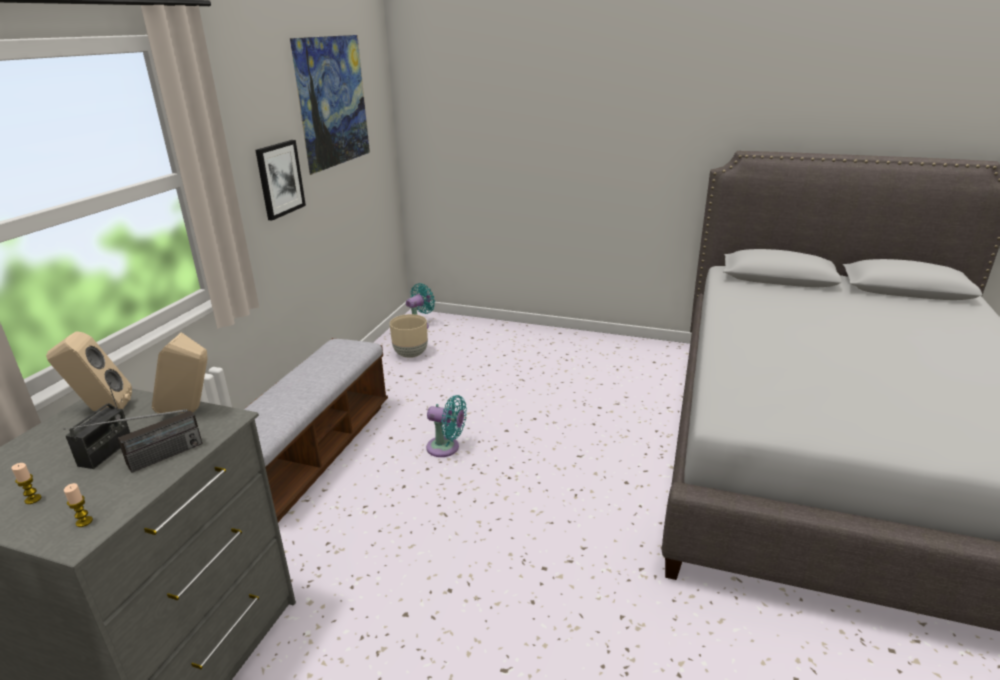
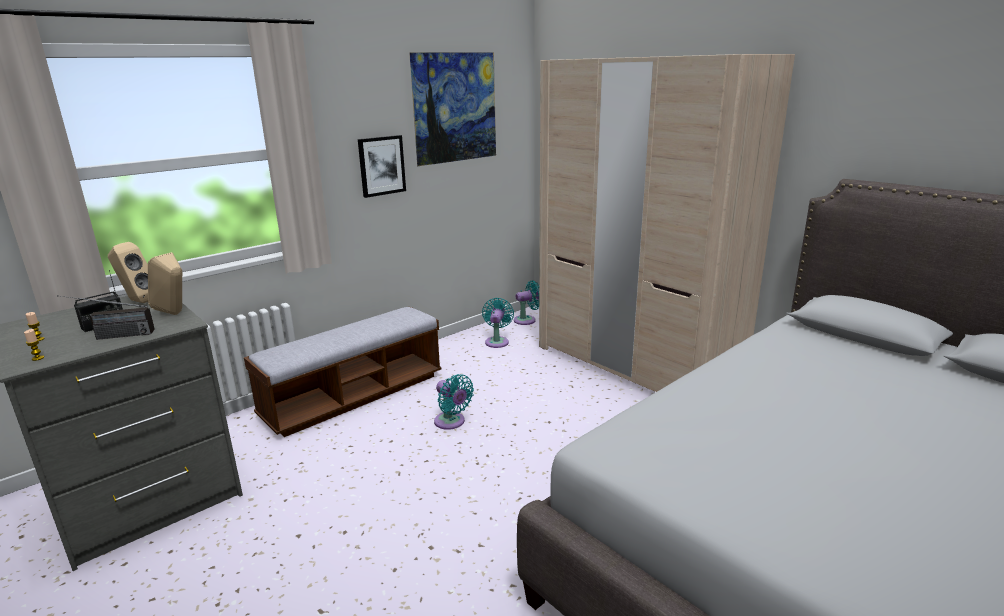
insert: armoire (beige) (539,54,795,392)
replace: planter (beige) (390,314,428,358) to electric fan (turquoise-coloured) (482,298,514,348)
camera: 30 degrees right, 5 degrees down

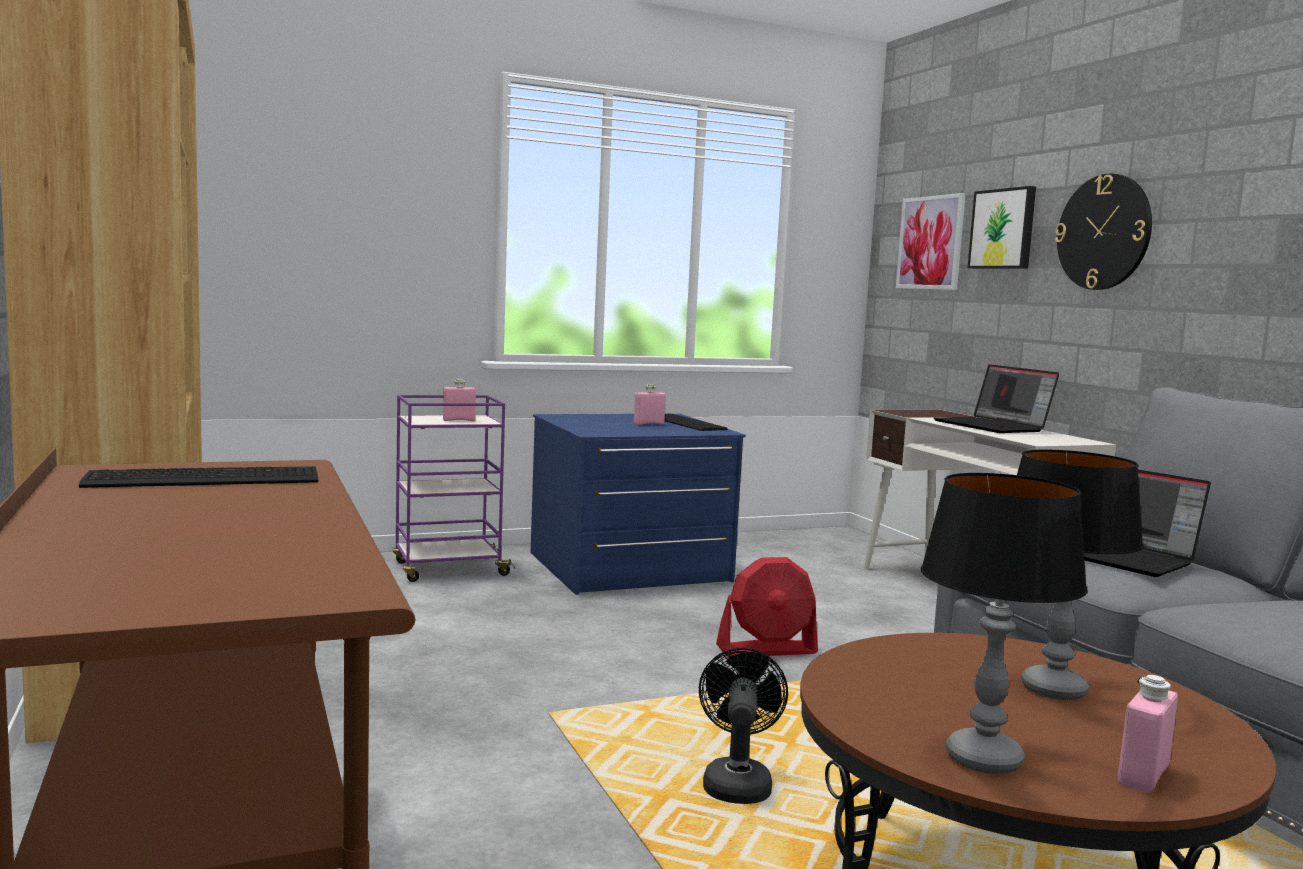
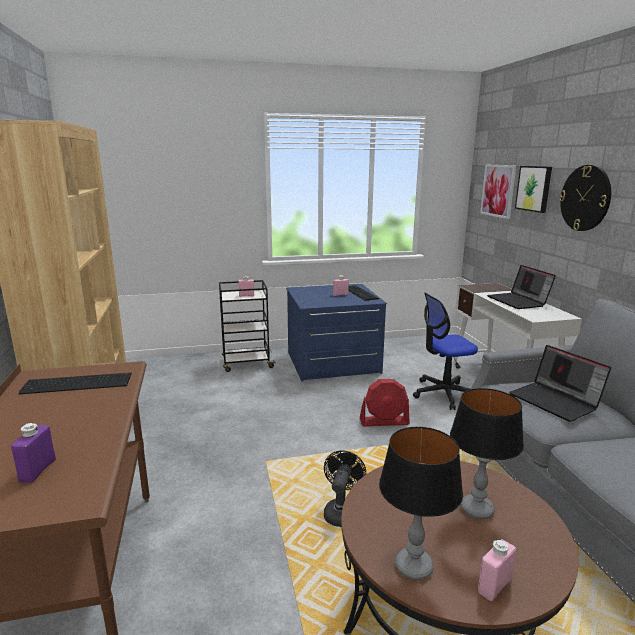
insert: bottle (purplish) (11,423,56,483); computer chair (413,293,478,410)
recolor: wheeled cart (purplish) (393,395,515,582) to wheeled cart (black) (219,280,276,372)
camera: 10 degrees right, 10 degrees up

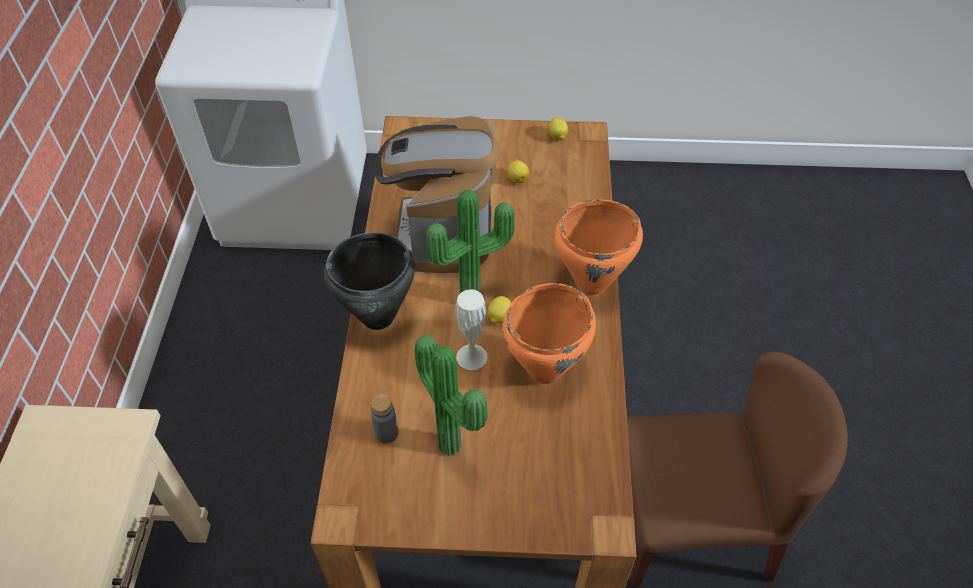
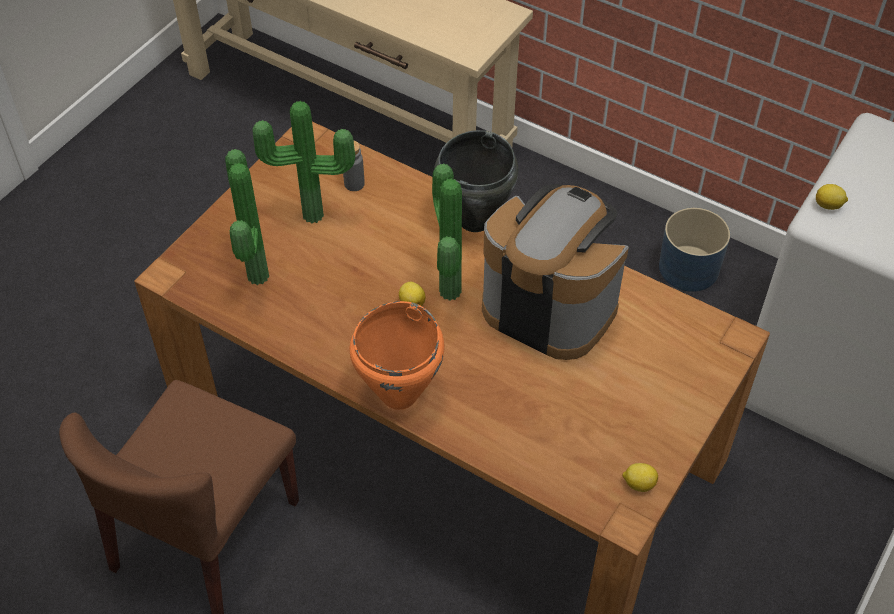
delete: decorative vase (white) (456,289,488,370); saucepot (orange-coloured) (502,283,596,384)
insert: plant in a pot (225,149,269,285); planter (blue-coloured) (659,208,730,292)
move: lemon (508,160,529,183) to (816,184,848,210)
camera: 120 degrees right, 0 degrees up

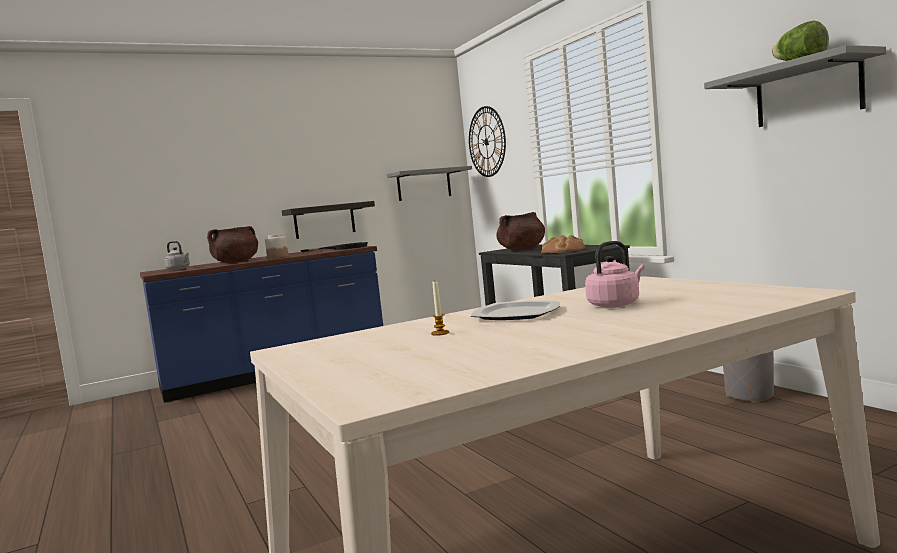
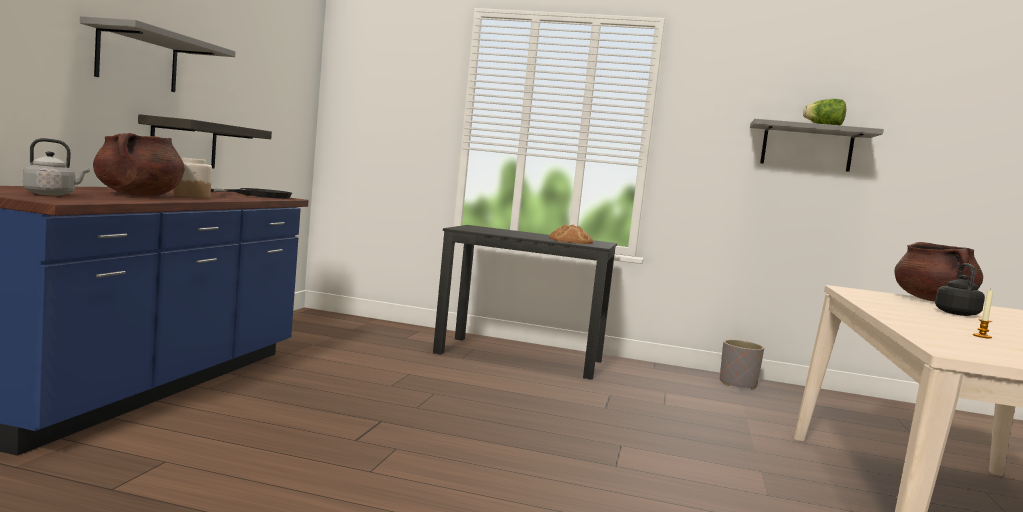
delete: wall clock (469,106,506,177); dinner plate (471,300,560,320)
move: shelf (greyish) (387,166,472,201) to (80,16,235,92); saucepot (brown) (496,212,545,250) to (894,242,983,302)
recolor: kettle (pink) (585,241,645,308) to kettle (black) (935,263,985,316)
camera: 50 degrees left, 0 degrees up

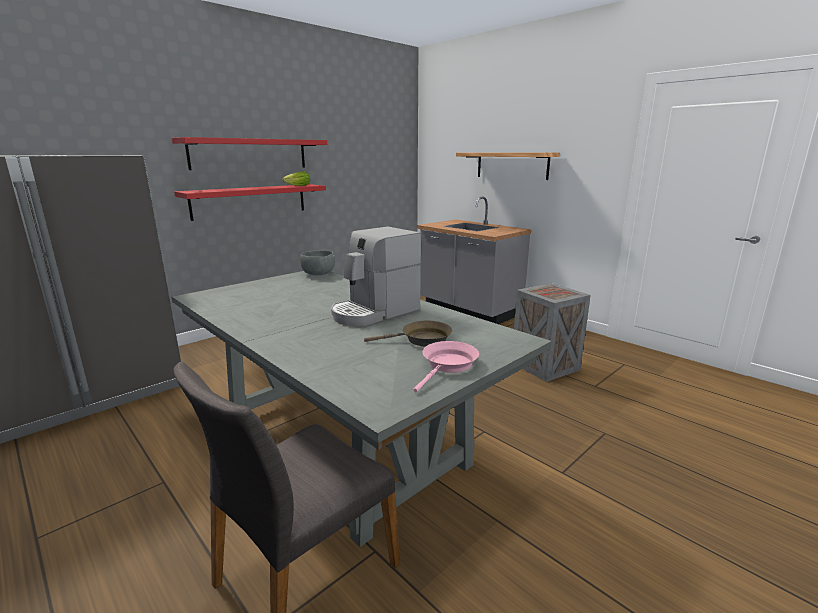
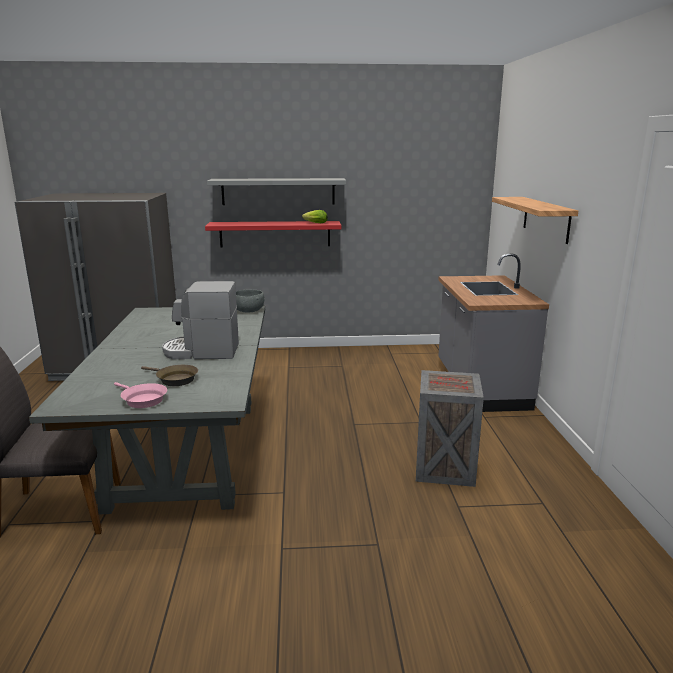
recolor: shelf (reddish) (172,137,327,170) to shelf (greyish) (207,178,346,205)
rotate: pan (pink) (413,341,479,393) = (114,382,167,408) 60 degrees clockwise
camera: 40 degrees right, 0 degrees up

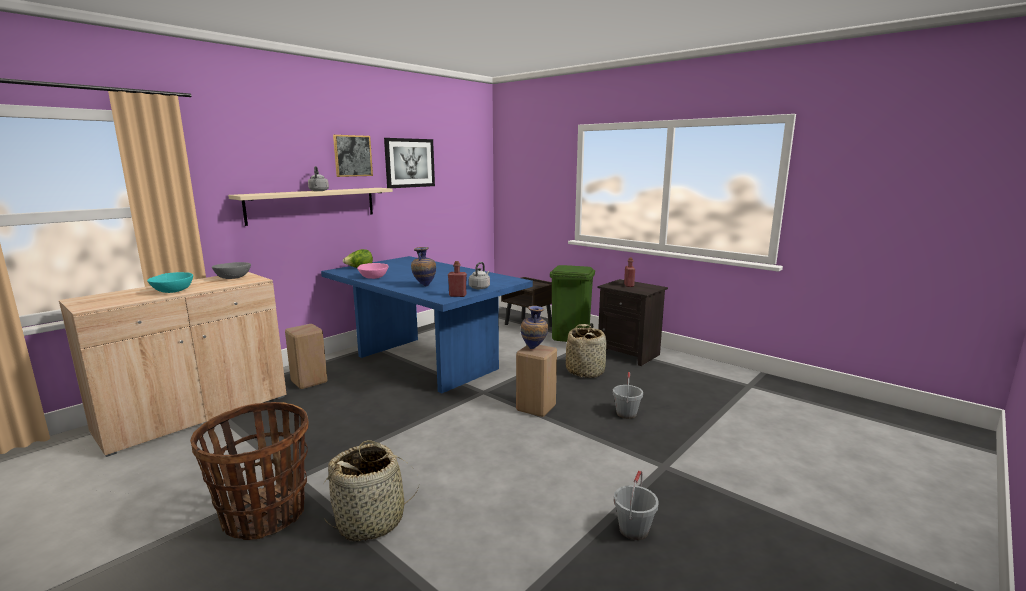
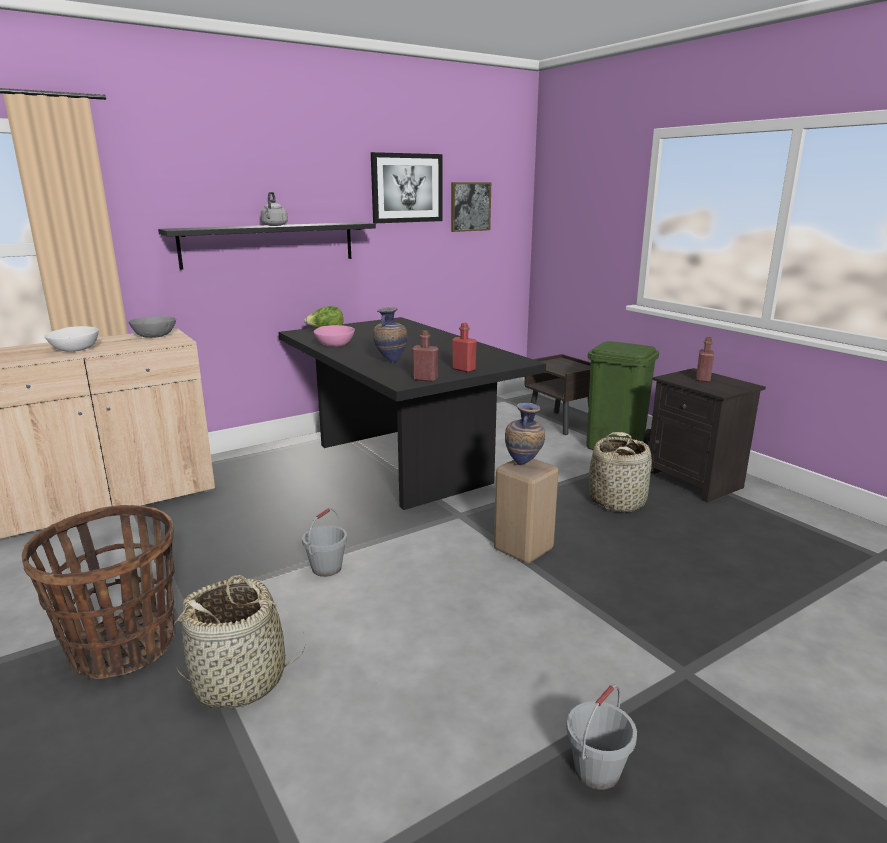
delete: stool seat (beige) (285,324,327,389)
move: wall art (333,135,373,177) to (451,182,491,232); pail (greyish) (613,372,643,419) to (302,508,347,577)
replace: kettle (greyish) (469,262,490,289) to bottle (reddish) (452,323,477,372)
recolor: bowl (turquoise-coloured) (147,272,193,293) to bowl (white) (44,326,99,352); shelf (beige) (228,188,393,226) to shelf (black) (158,222,376,270); dining table (blue-coloured) (321,256,533,393) to dining table (black) (278,317,546,510)
camera: 15 degrees right, 5 degrees up

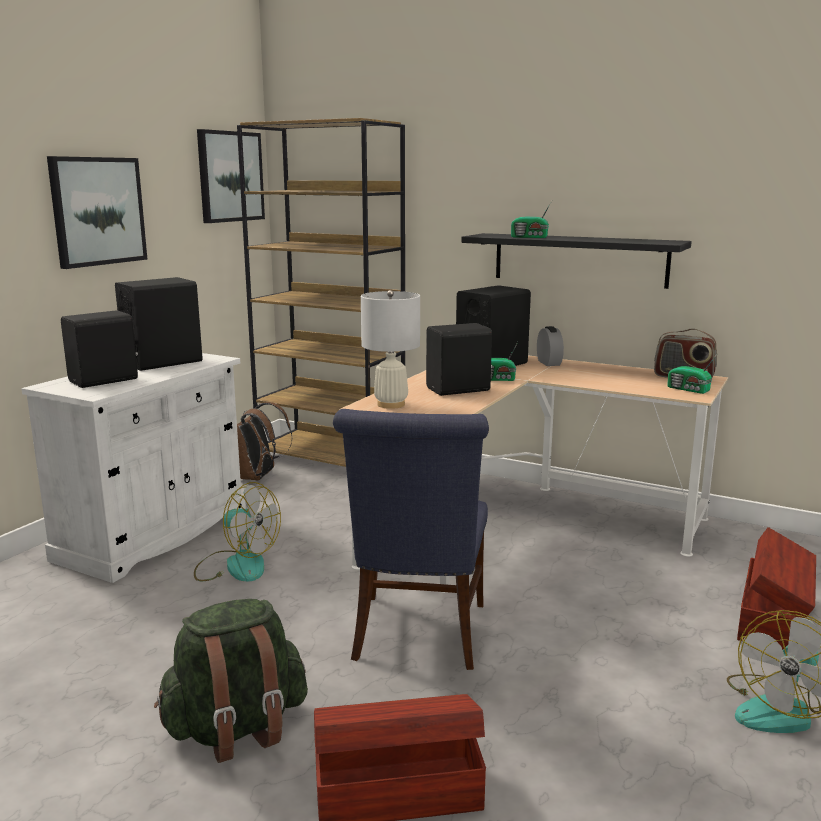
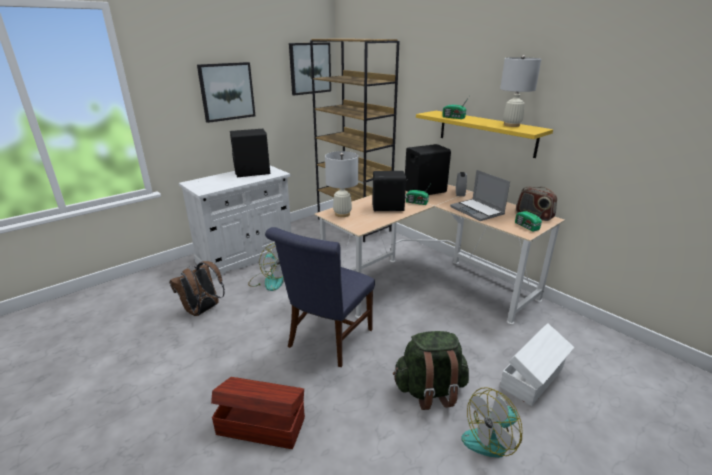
delete: audio speaker (black) (61,310,138,388)
insert: notebook computer (450,170,510,221); tabletop lamp (white) (500,55,541,127)
move: knapsack (green-coloured) (154,599,308,763) to (393,331,469,410); knapsack (brown) (237,402,293,480) to (169,261,225,316)
recolor: shelf (black) (461,233,692,289) to shelf (yellowish) (416,111,553,158); storage box (brown) (737,527,816,650) to storage box (white) (500,323,574,406)
camera: 20 degrees right, 10 degrees up

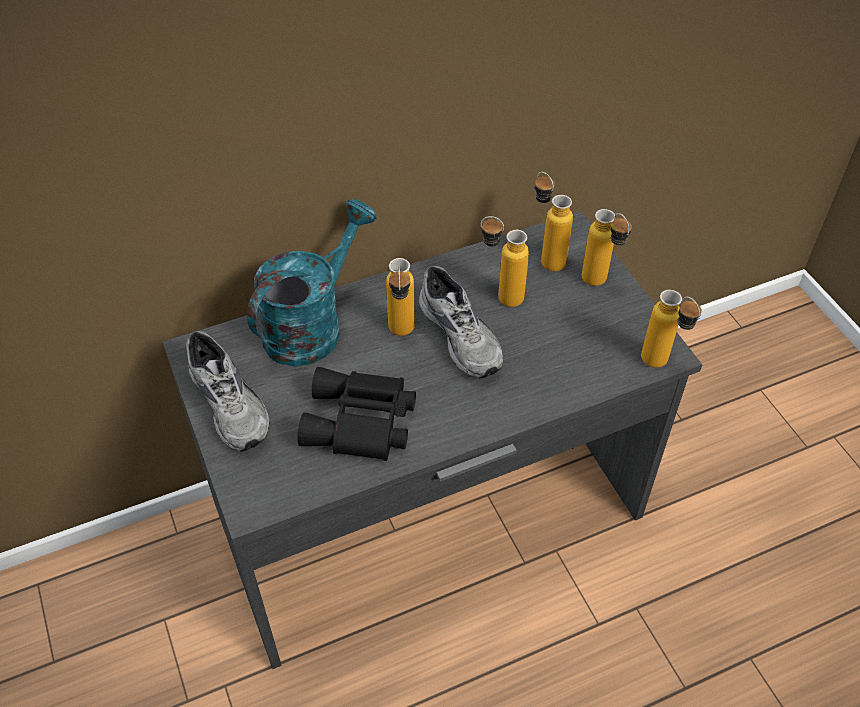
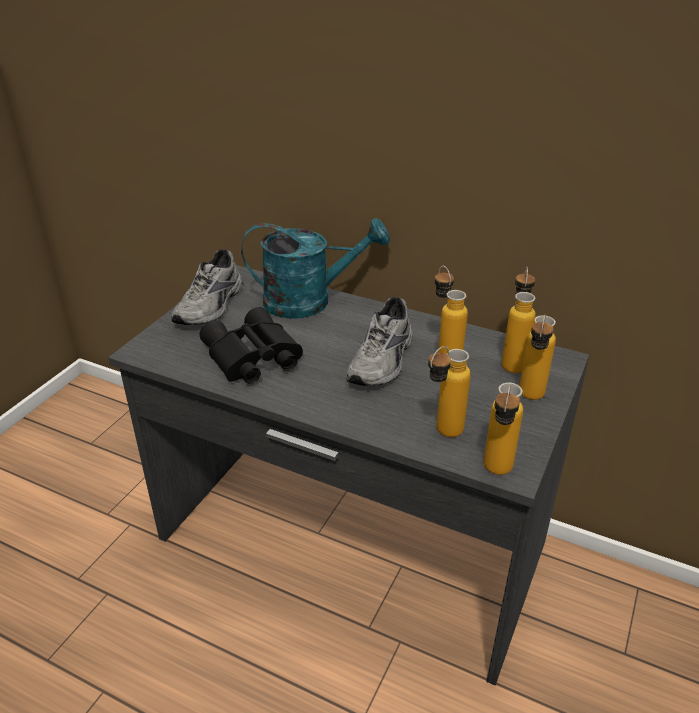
move: bottle (386,258,415,336) to (428,346,471,437)
camera: 50 degrees right, 15 degrees down

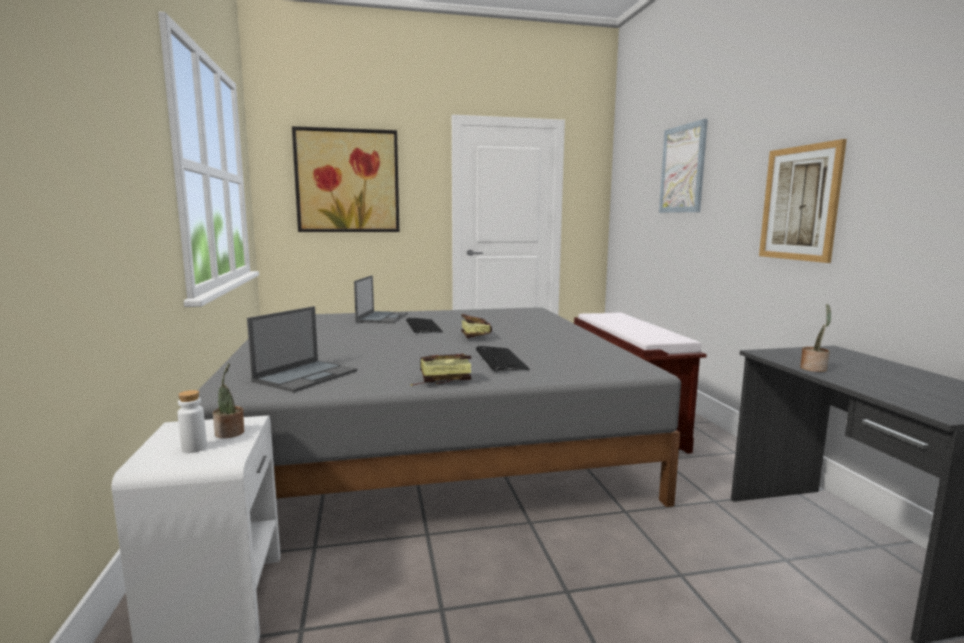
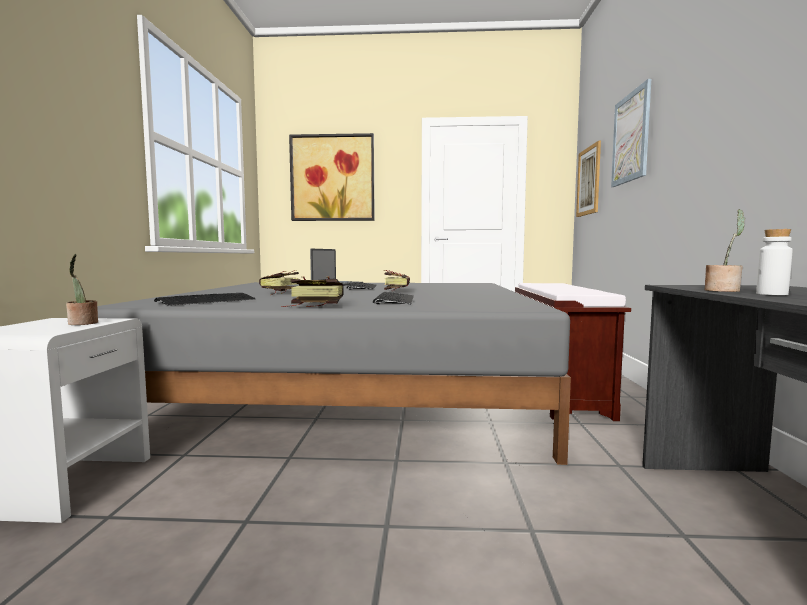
insert: book (259,271,299,295)
move: bottle (white) (177,390,207,453) to (756,229,793,295); wall art (759,139,847,263) to (576,140,601,217)
replace: notebook computer (247,306,357,392) to PC keyboard (154,293,256,306)
camera: 15 degrees right, 5 degrees down

